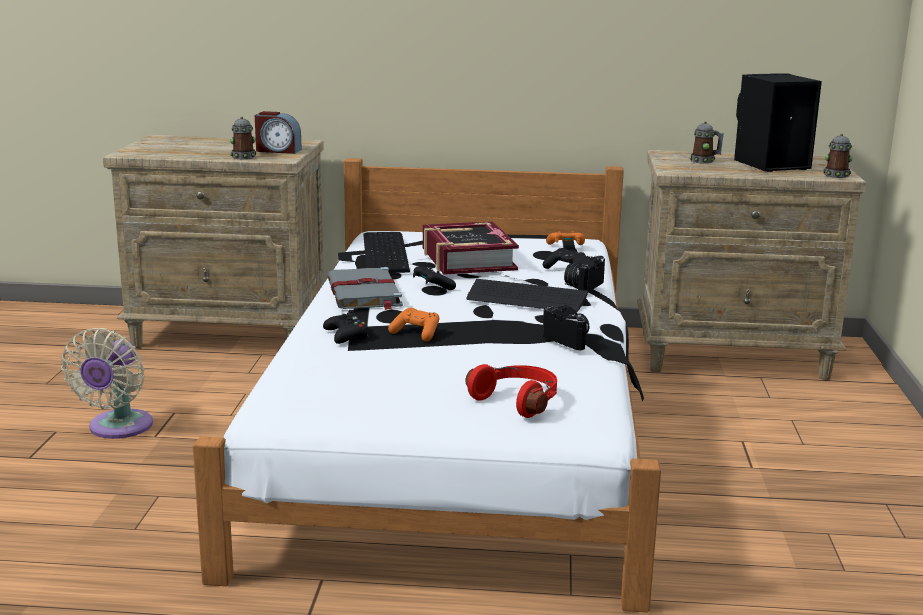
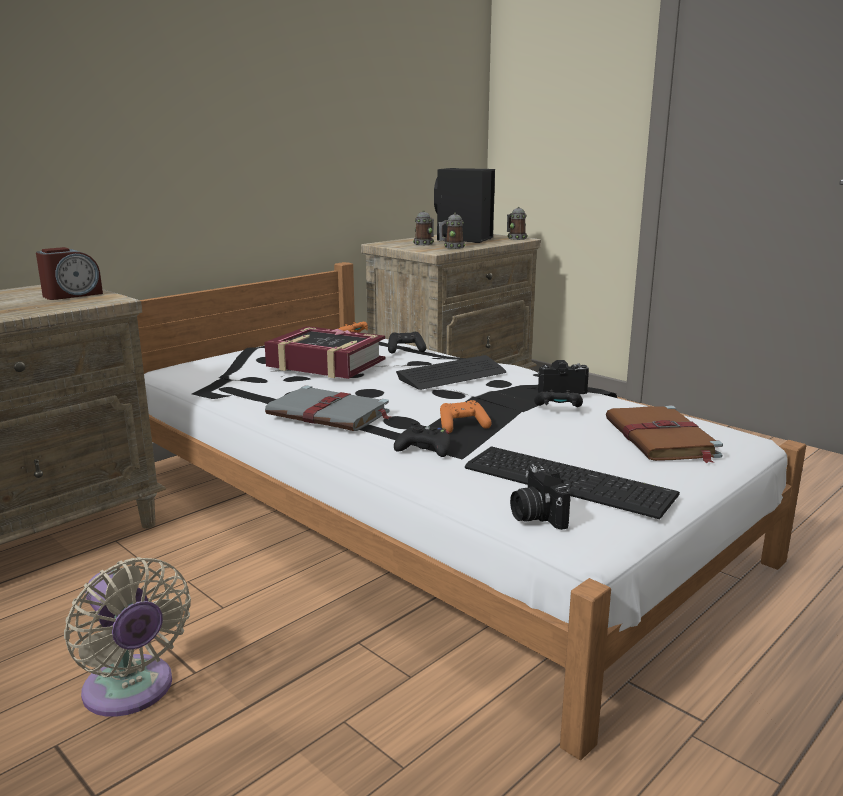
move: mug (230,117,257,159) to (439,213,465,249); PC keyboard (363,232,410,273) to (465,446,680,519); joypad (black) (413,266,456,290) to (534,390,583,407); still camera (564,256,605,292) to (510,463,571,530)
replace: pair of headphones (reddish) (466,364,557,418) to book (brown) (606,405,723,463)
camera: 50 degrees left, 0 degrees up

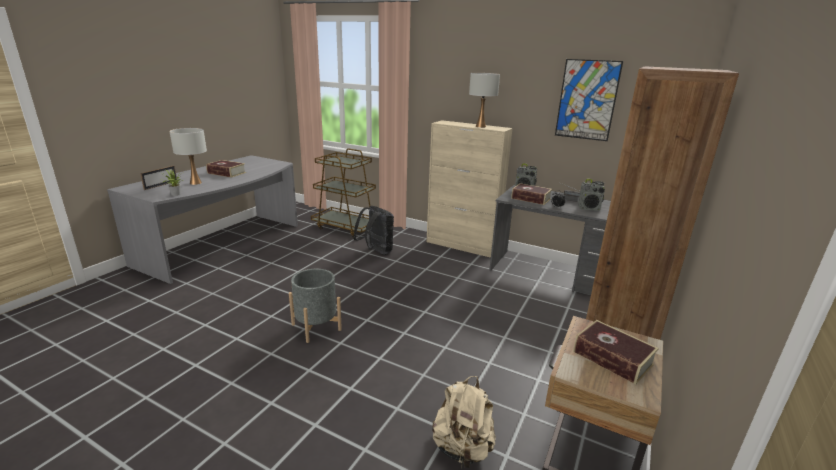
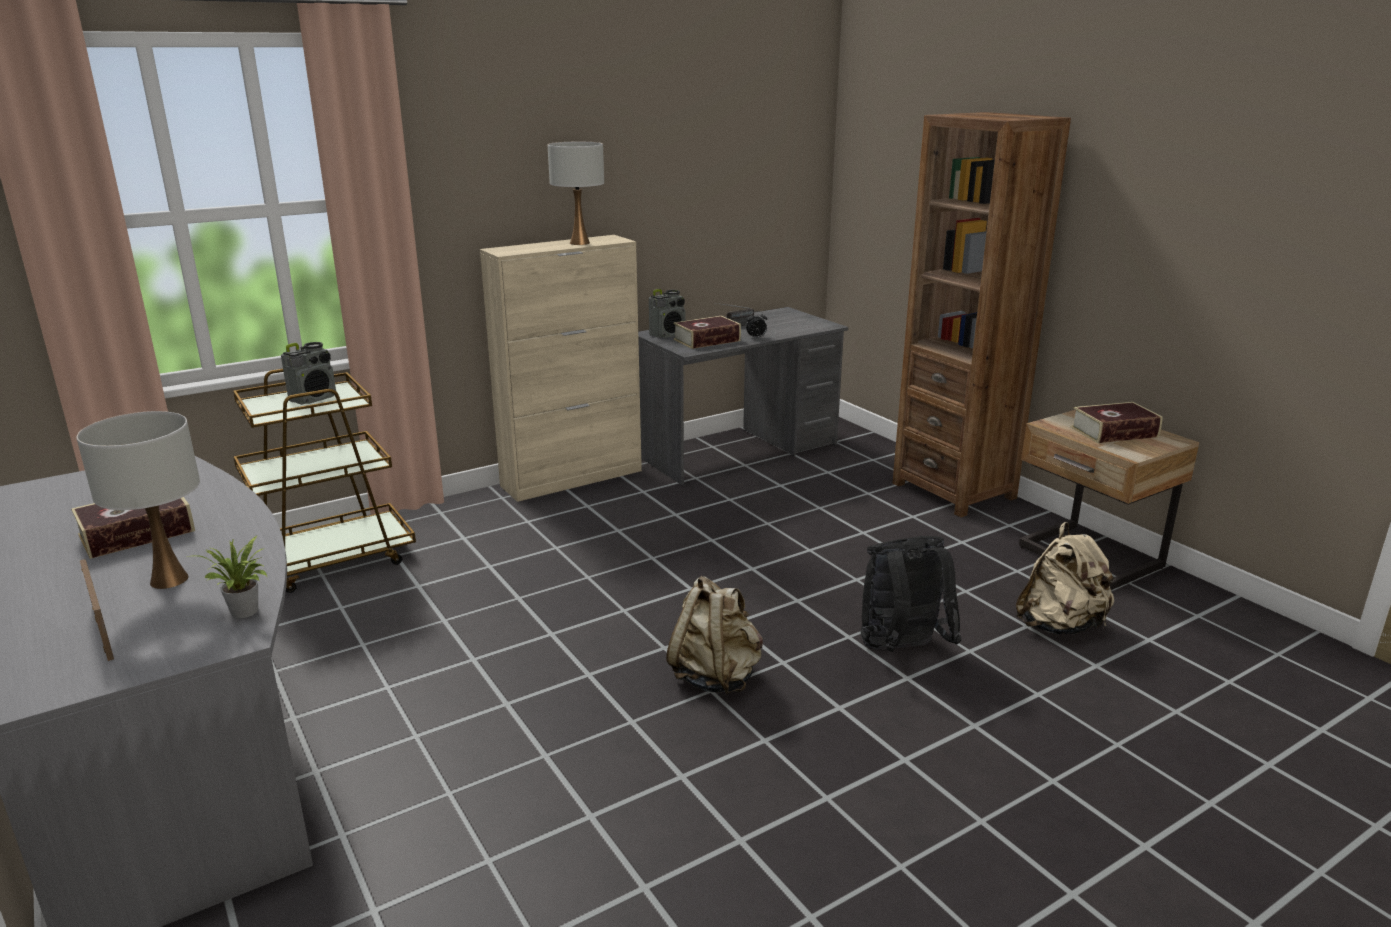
delete: wall art (555,59,623,141)
move: knapsack (black) (353,206,394,255) to (861,536,961,652); radio set (578,179,605,211) to (281,342,336,405)
replace: planter (greyish) (289,269,342,343) to knapsack (beige) (666,576,763,694)
camera: 60 degrees left, 0 degrees up

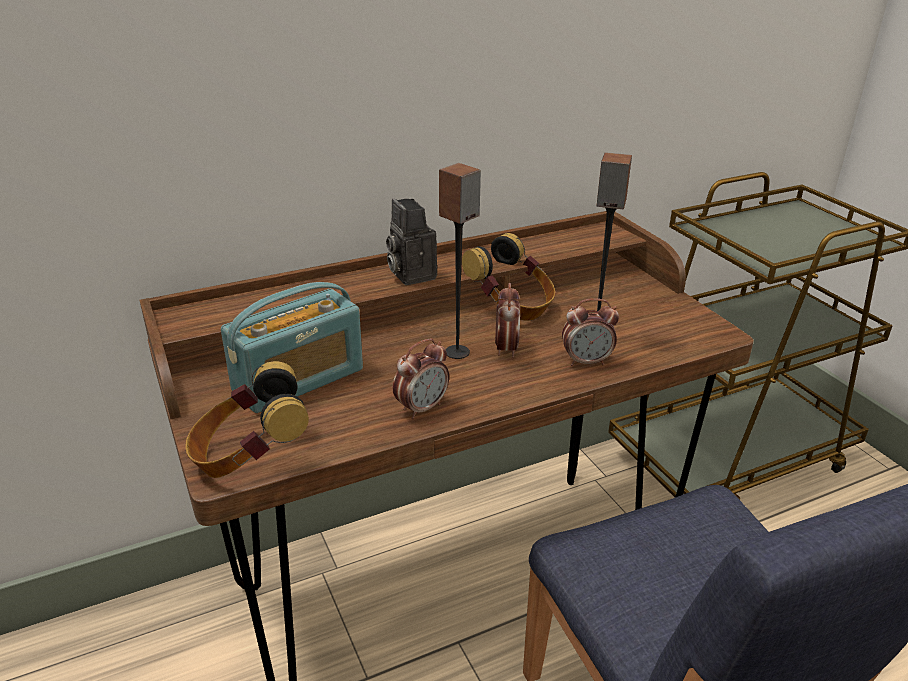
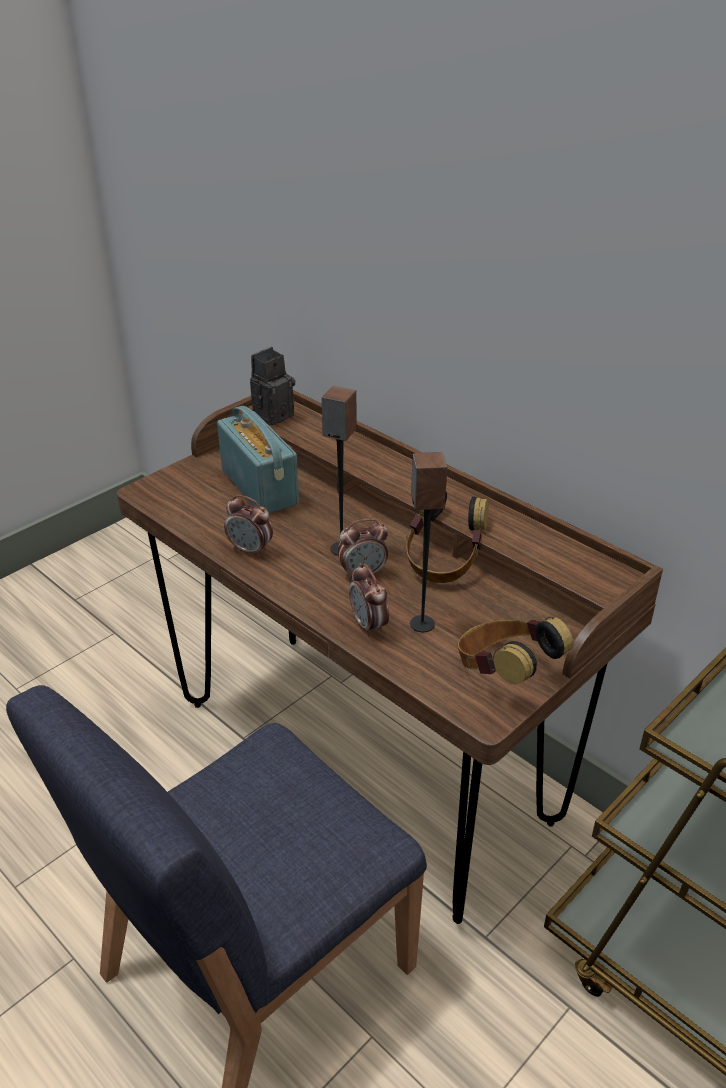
move: pair of headphones (185,361,309,478) to (458,617,573,685); still camera (386,198,437,285) to (250,347,295,426)
rotate: radio set (221,282,363,413) = (217,406,299,514) 150 degrees counterclockwise
camera: 70 degrees right, 5 degrees up

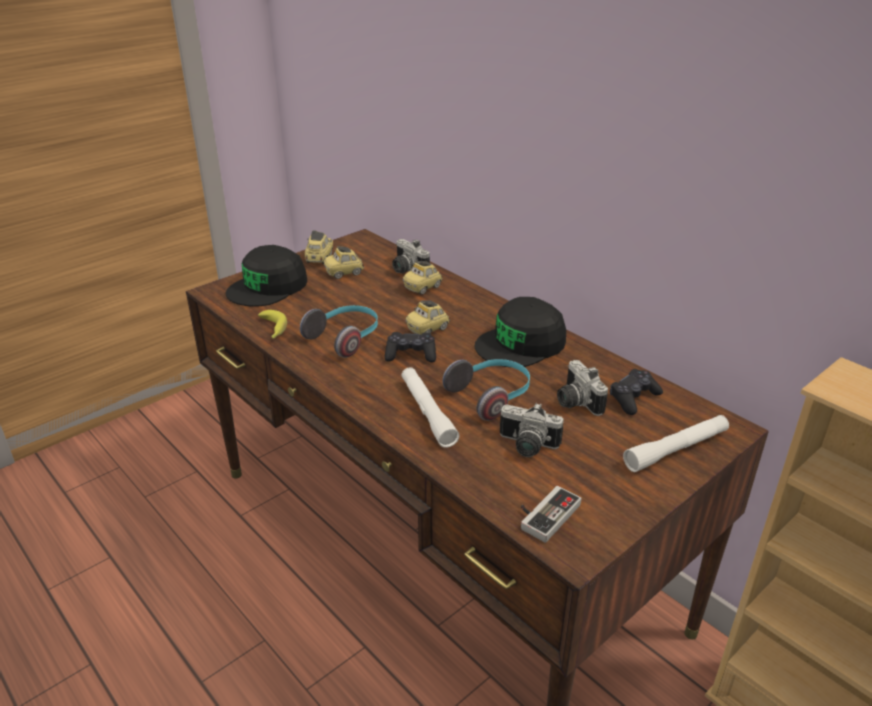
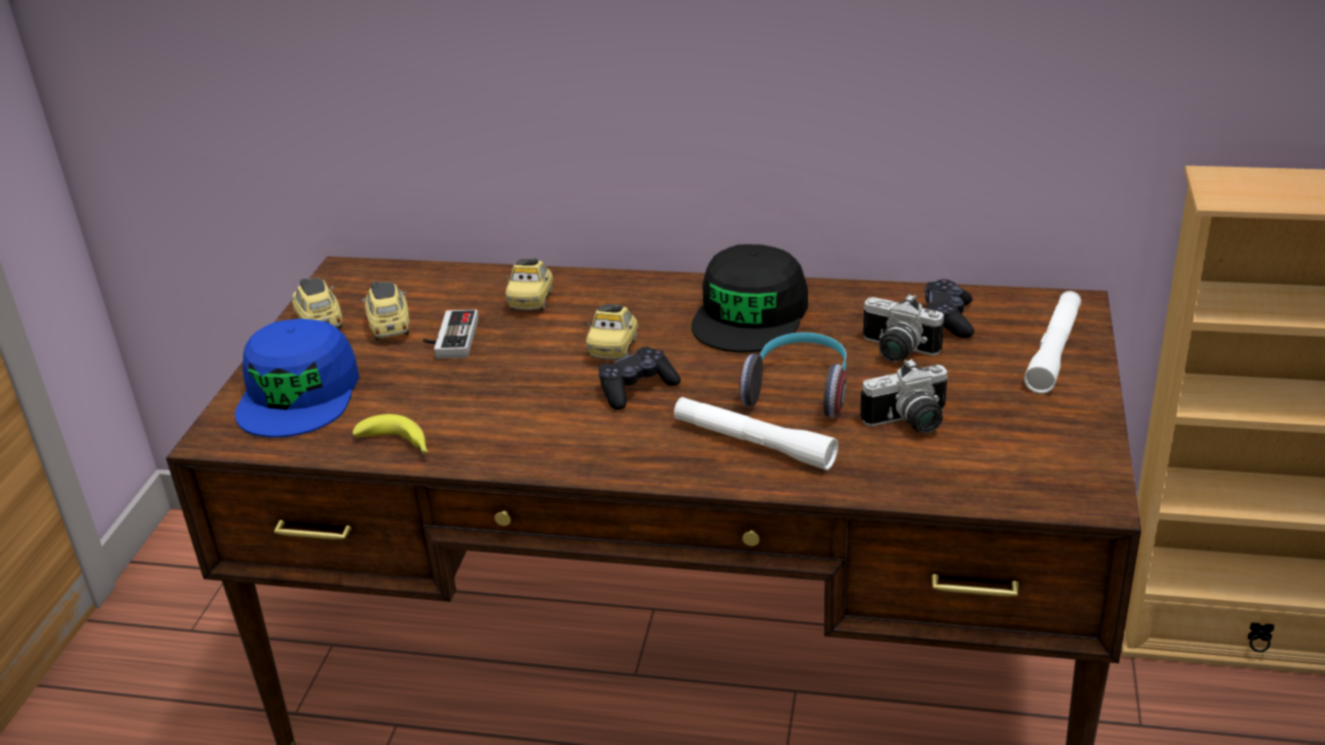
delete: pair of headphones (300,305,378,358); still camera (392,239,430,273)
move: joypad (521,486,582,543) to (423,309,478,359)
recolor: peaked cap (black) (225,245,308,307) to peaked cap (blue-coloured) (235,319,359,438)
rotate: miniature car (324,246,364,279) = (362,281,410,340) 135 degrees clockwise
camera: 35 degrees left, 0 degrees up

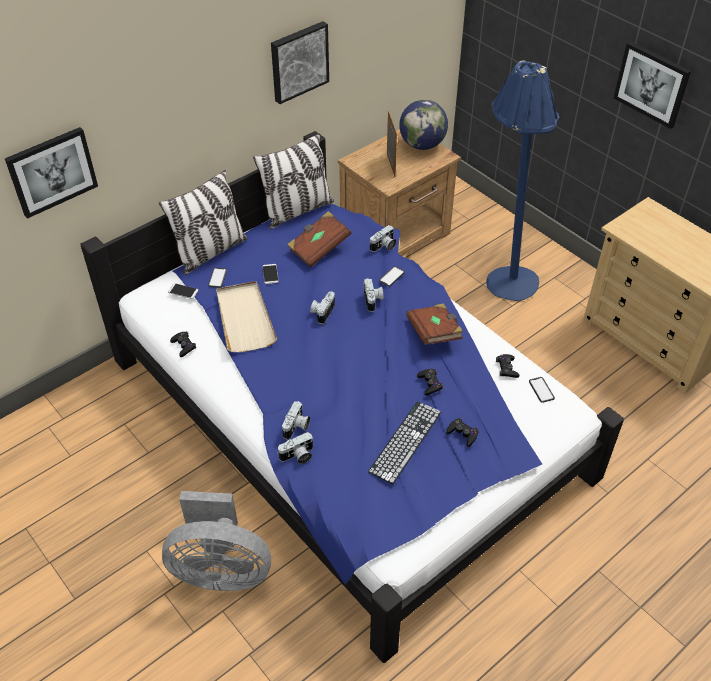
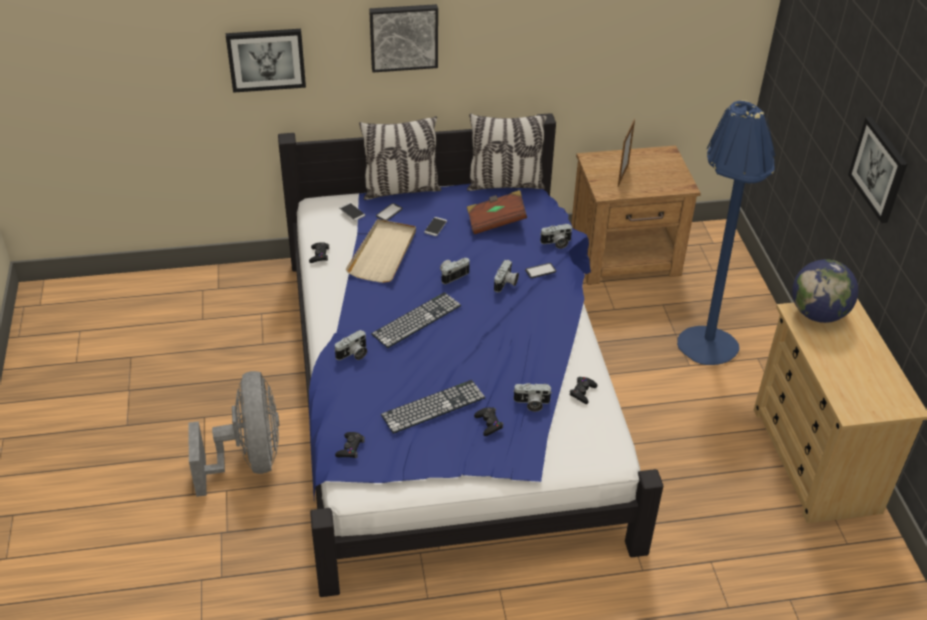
delete: book (brown) (406,303,463,345); phone (529,377,555,403)
insert: PC keyboard (371,292,461,348)
move: wall art (271,21,329,104) to (369,4,438,73); still camera (277,432,313,464) to (513,383,551,412); world globe (399,100,448,150) to (792,259,858,323); joypad (black) (417,369,443,396) to (335,432,365,458)
rotate: electric fan (greyish) (162,491,271,591) = (188,371,279,497) 135 degrees counterclockwise
camera: 30 degrees right, 5 degrees down

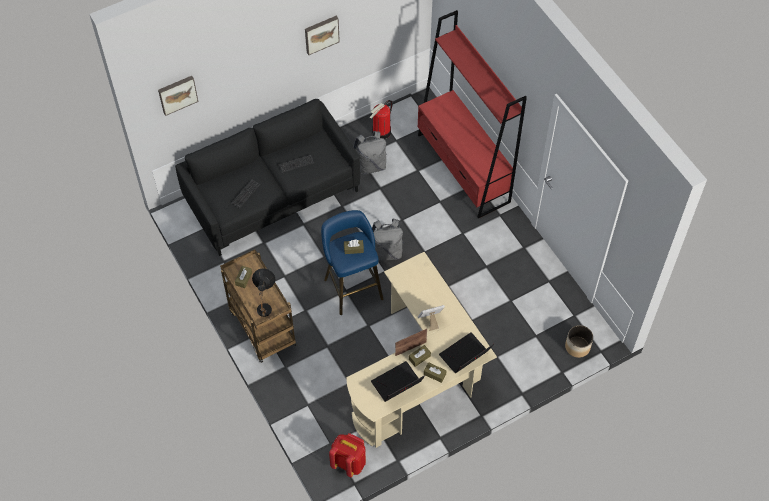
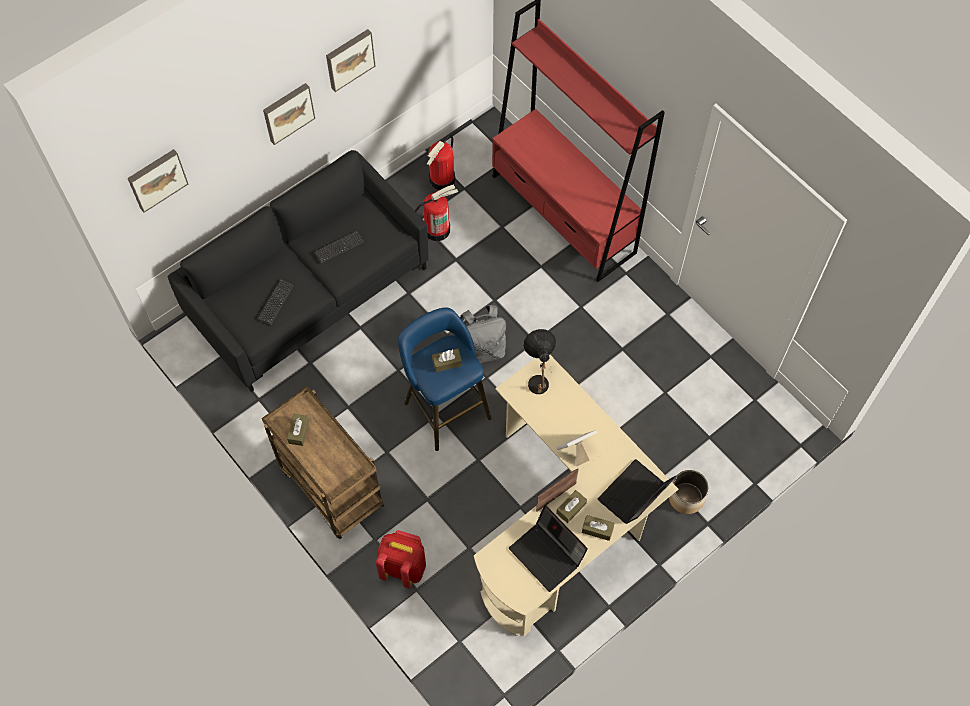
insert: wall art (263,83,315,145)
move: tabletop lamp (black) (252,268,275,317) to (523,329,556,394); knapsack (reddish) (329,433,366,477) to (376,530,426,588); planter (565,325,593,358) to (669,470,709,514)
replace: knapsack (greyish) (354,131,387,175) to fire-fighting cylinder (415,185,458,241)
rotate: notebook computer (371,361,425,402) = (509,505,588,592) 90 degrees counterclockwise
camera: 10 degrees left, 5 degrees up

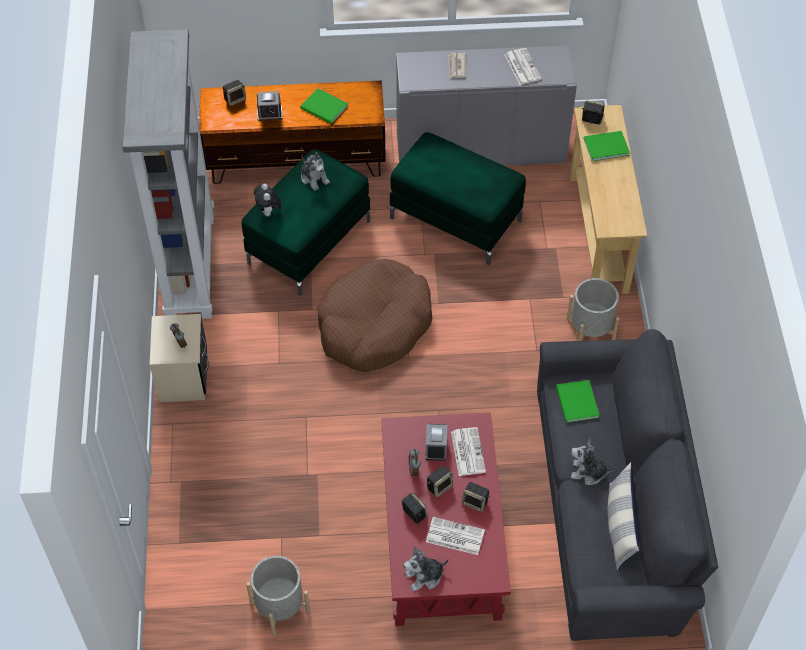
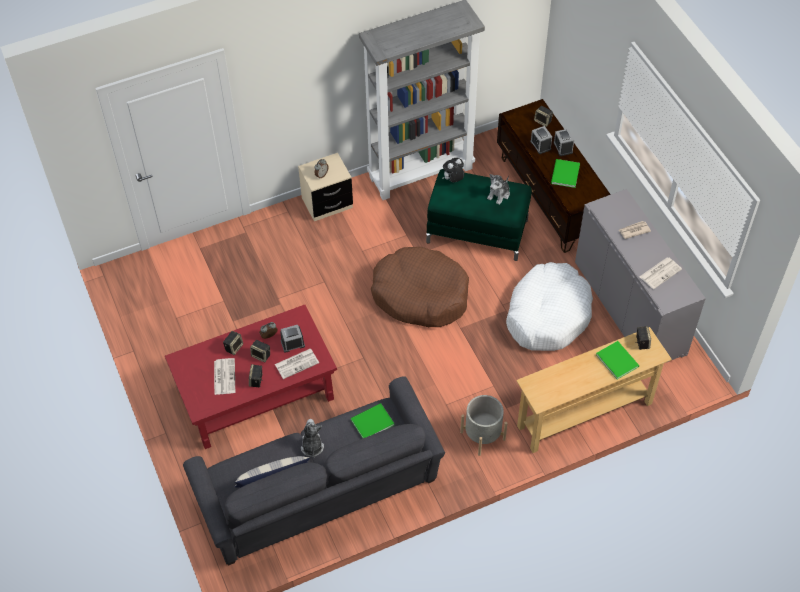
delete: planter (greyish) (246,556,310,635); soft toy (404,545,449,591)
insert: bedside clock (554,129,574,156)
replace: ottoman (green-coloured) (390,132,526,265) to pet bed (white) (506,262,593,351)
camera: 70 degrees right, 0 degrees up

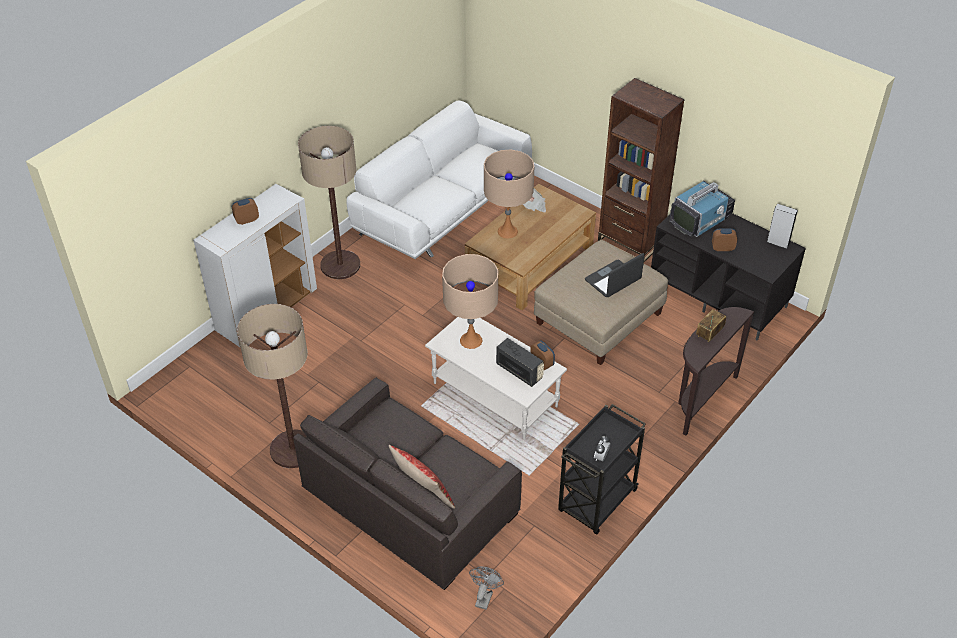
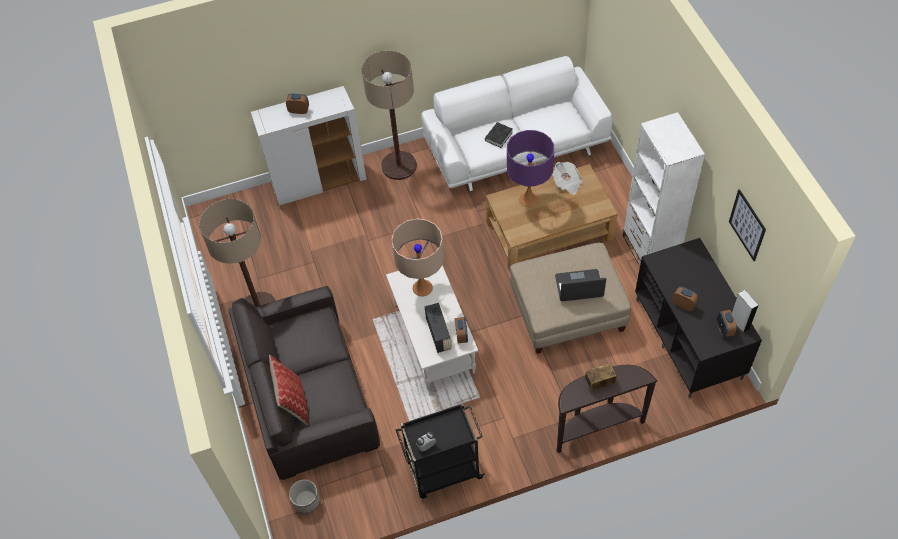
delete: TV (670,180,735,237)
insert: book (black) (485,122,513,148); bedside clock (716,310,737,338); wall art (729,189,766,261)
replace: electric fan (greyish) (469,566,504,610) to planter (289,479,320,514)
recolor: tabletop lamp (beige) (484,150,534,239) to tabletop lamp (purplish) (507,130,554,207); bookcase (brown) (598,78,685,262) to bookcase (white) (623,112,705,266)
camera: 35 degrees right, 10 degrees up

